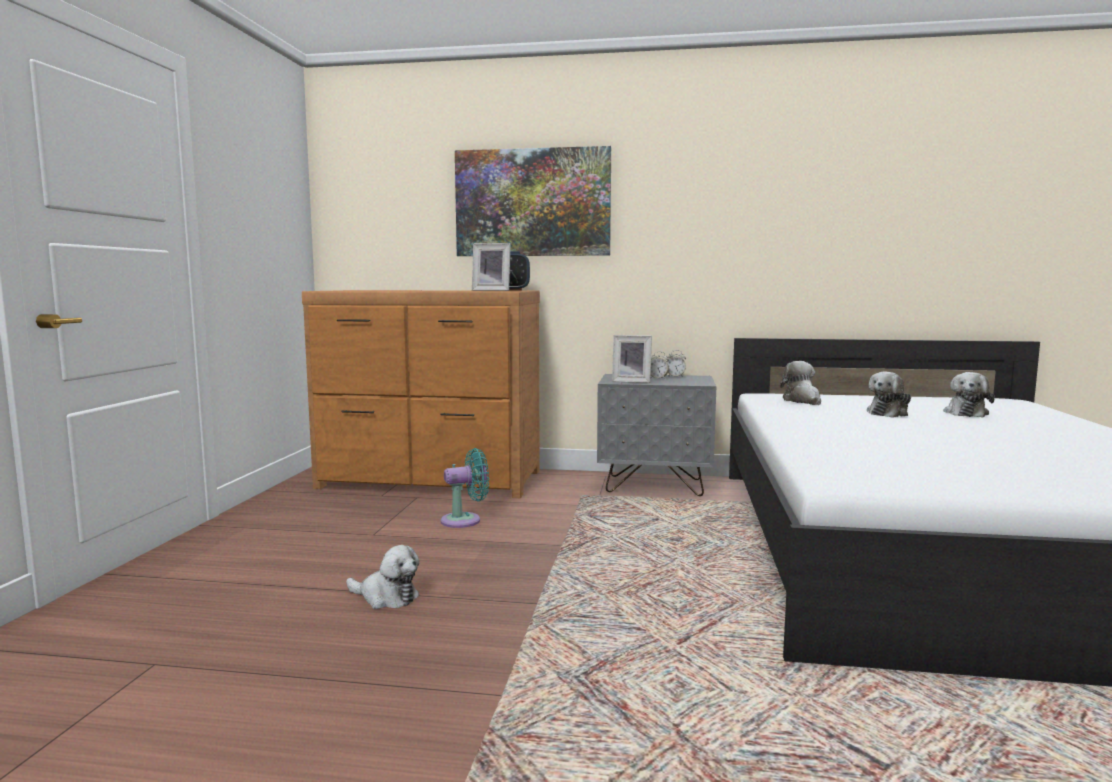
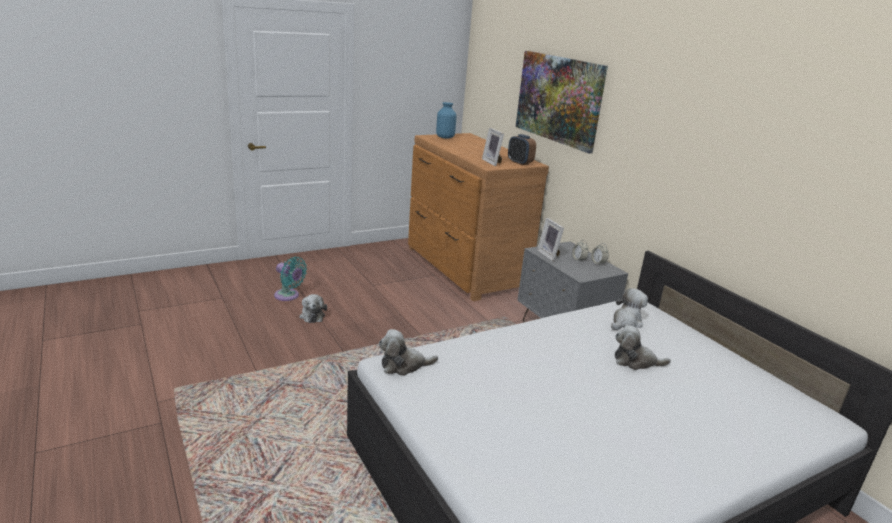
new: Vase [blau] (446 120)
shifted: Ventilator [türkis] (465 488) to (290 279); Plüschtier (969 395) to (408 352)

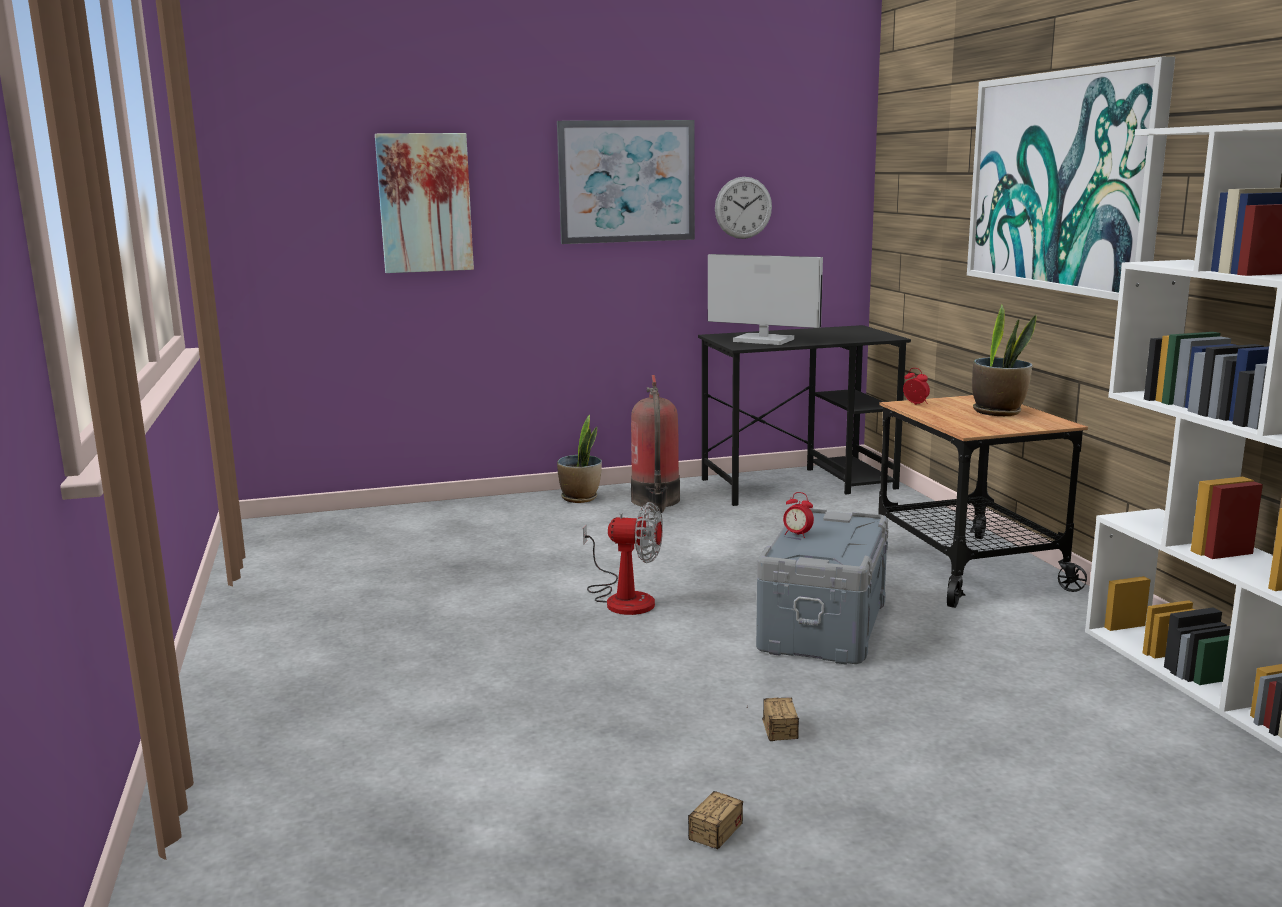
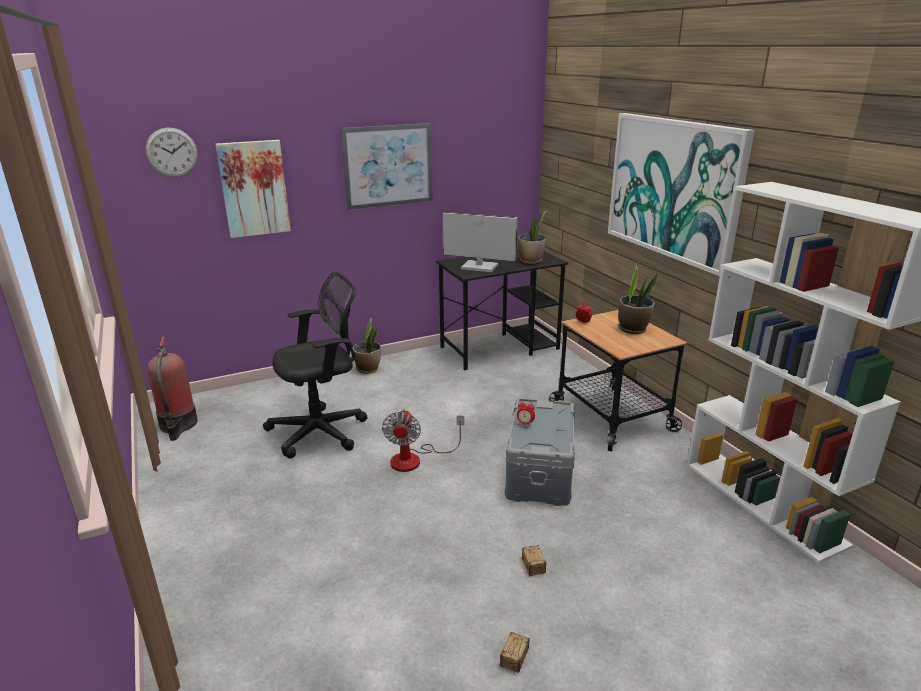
new: Bürostuhl [schwarz] (315 365); Topfpflanze (532 237)
shifted: Wanduhr (743 208) to (171 152); Feuerlöscher (655 444) to (172 389)
rotated: Ventilator (623 558) = (423 440) 90 degrees clockwise

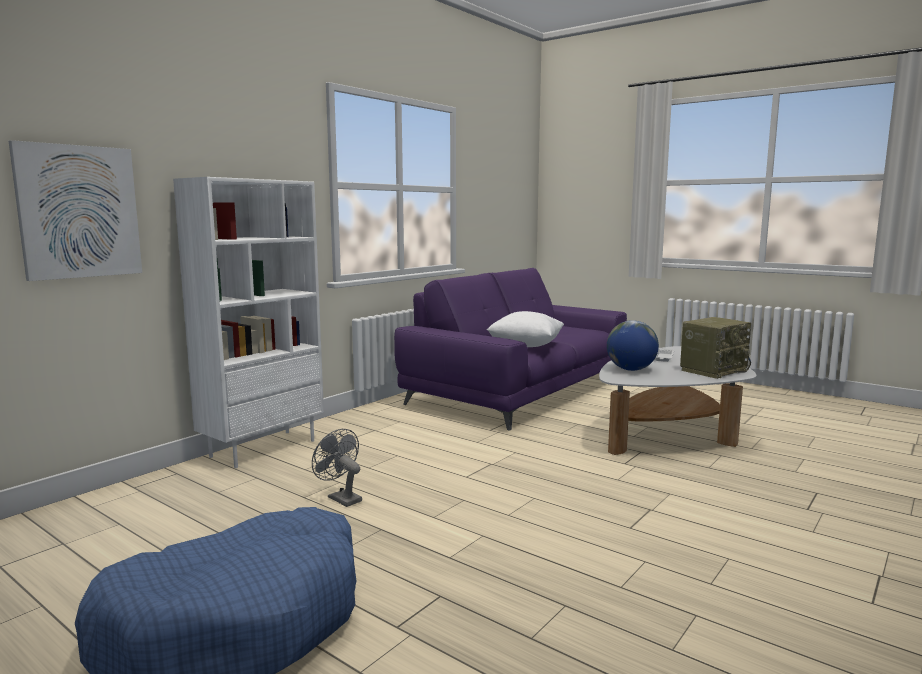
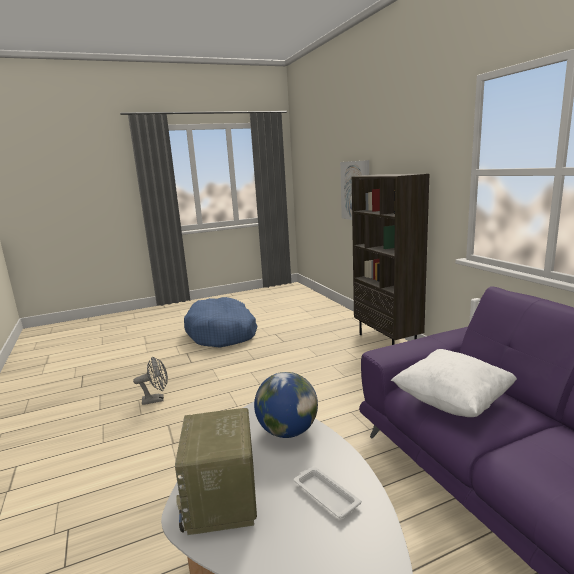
shifted: Ventilator [grau] (337 468) to (150 381)
repainted: Bücherregal [weiß] (248 322) to Bücherregal [braun] (390 259)

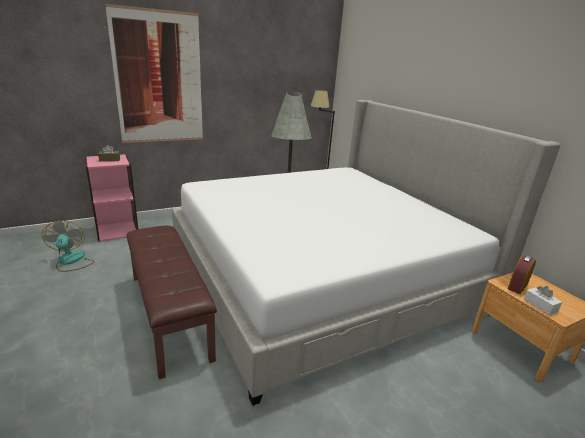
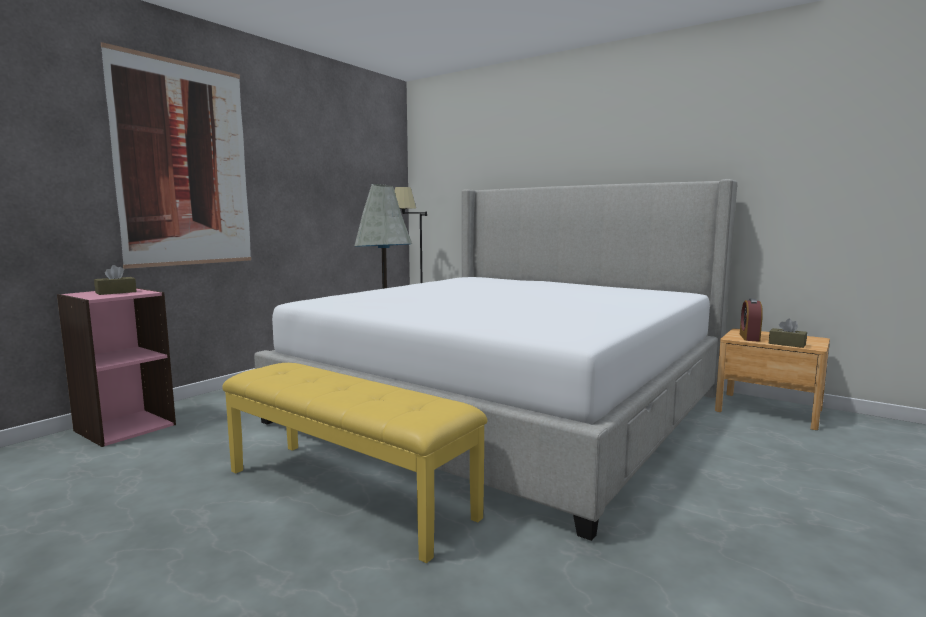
gone: Ventilator (68 246)
repainted: Bank [braun] (172 302) to Bank [gelb] (355 463); Taschentuchbox [weiß] (543 300) to Taschentuchbox [braun] (788 333)

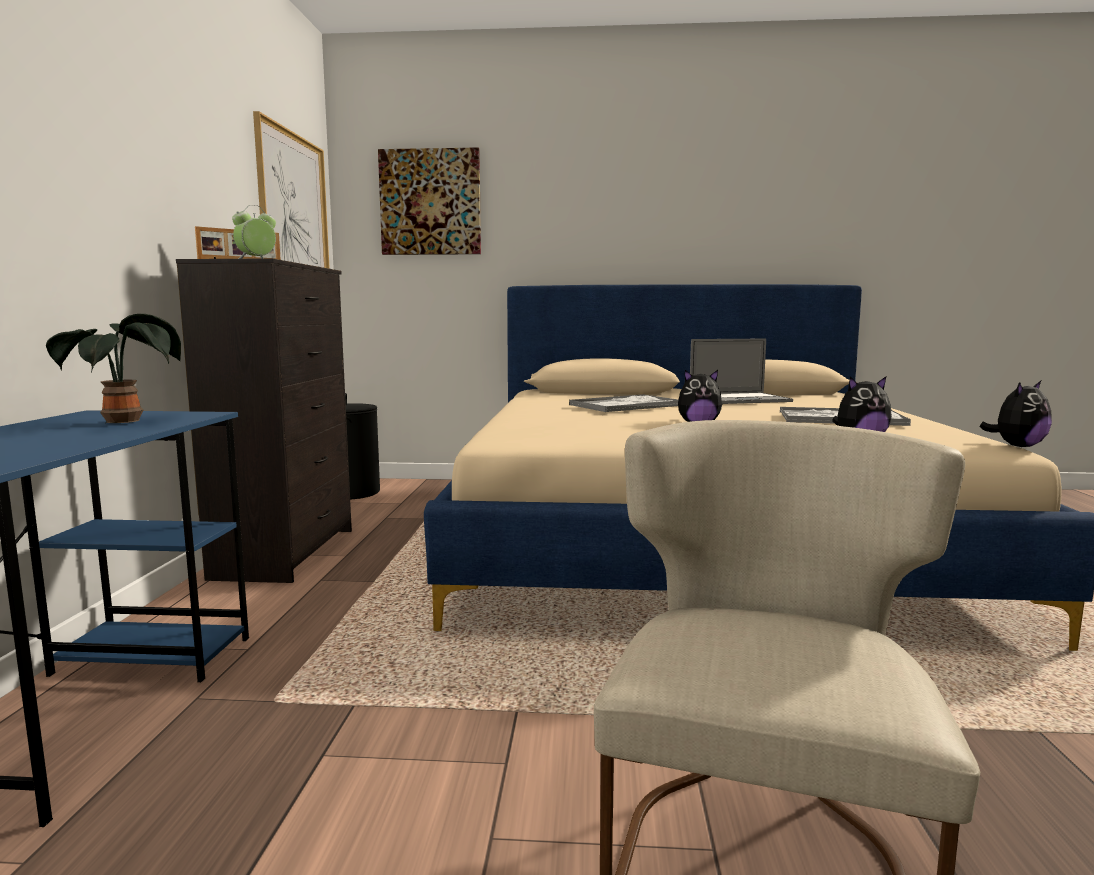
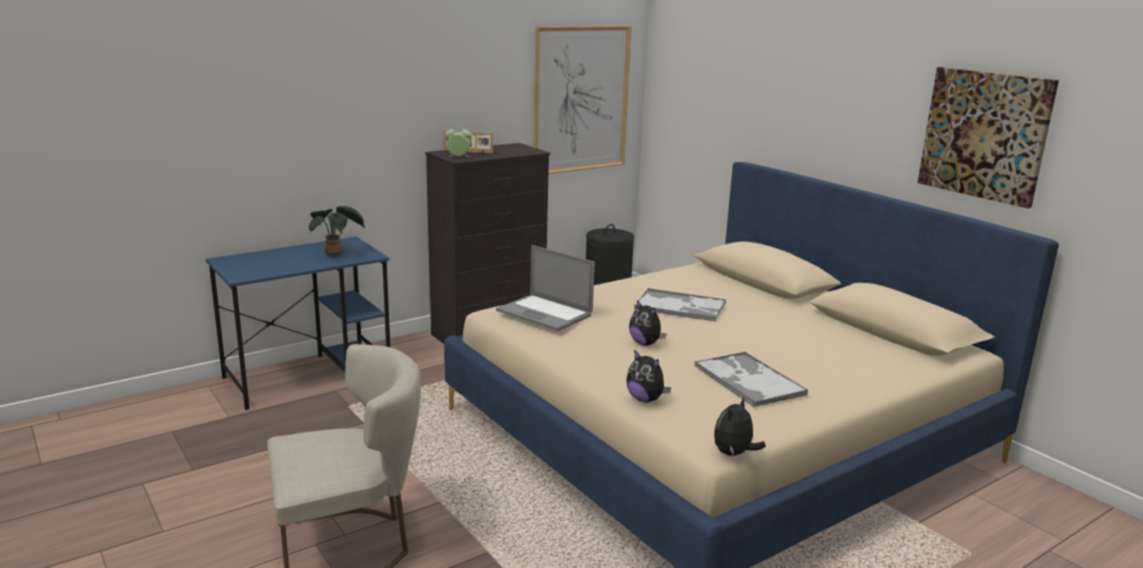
shifted: Laptop (741 371) to (545 288); Bild (429 201) to (988 137)
rotated: Plüschtier (1016 414) = (740 426) 105 degrees clockwise

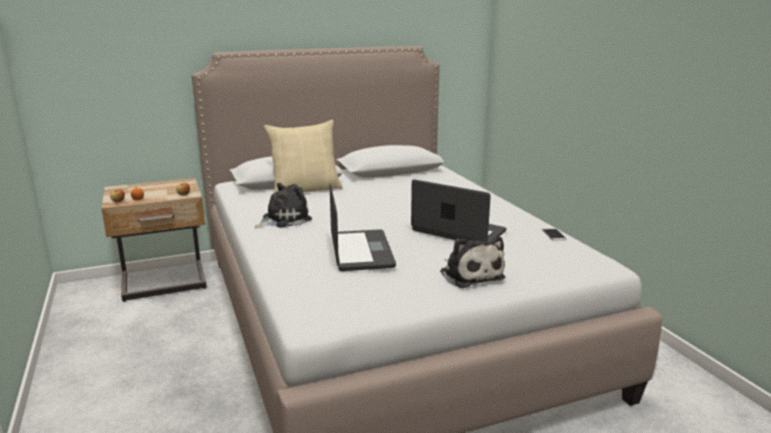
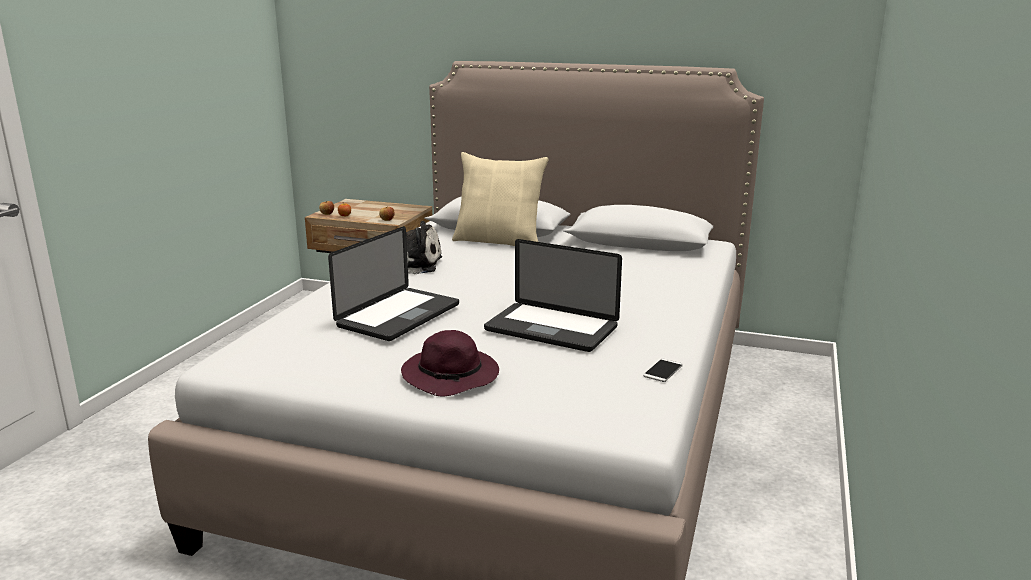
swapped: Plüschtier (472 262) to Hut [lila] (450 363)
rotated: Laptop (458 210) = (553 295) 135 degrees clockwise

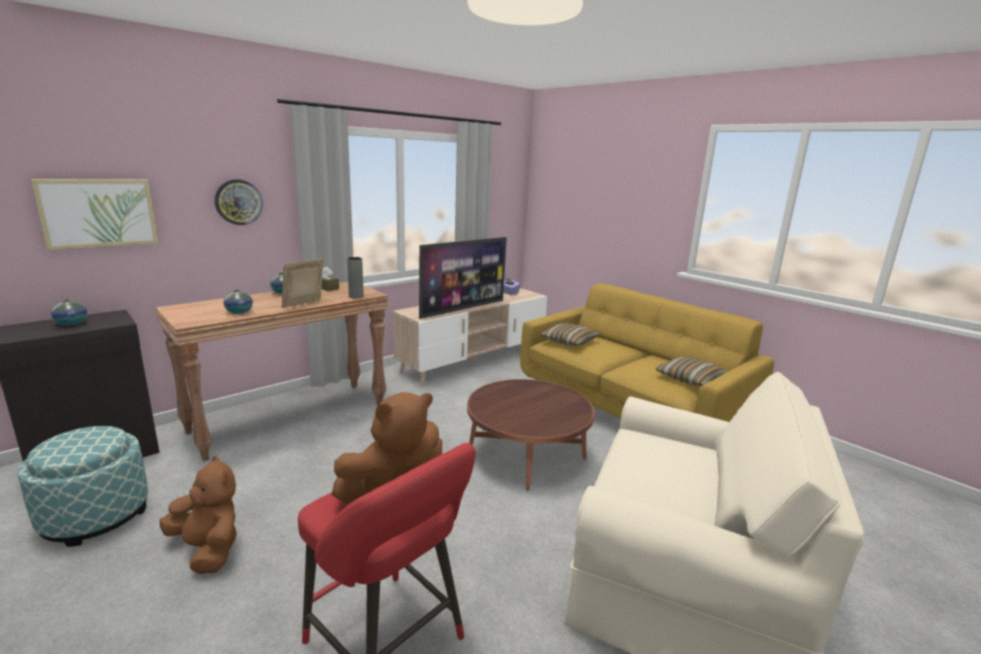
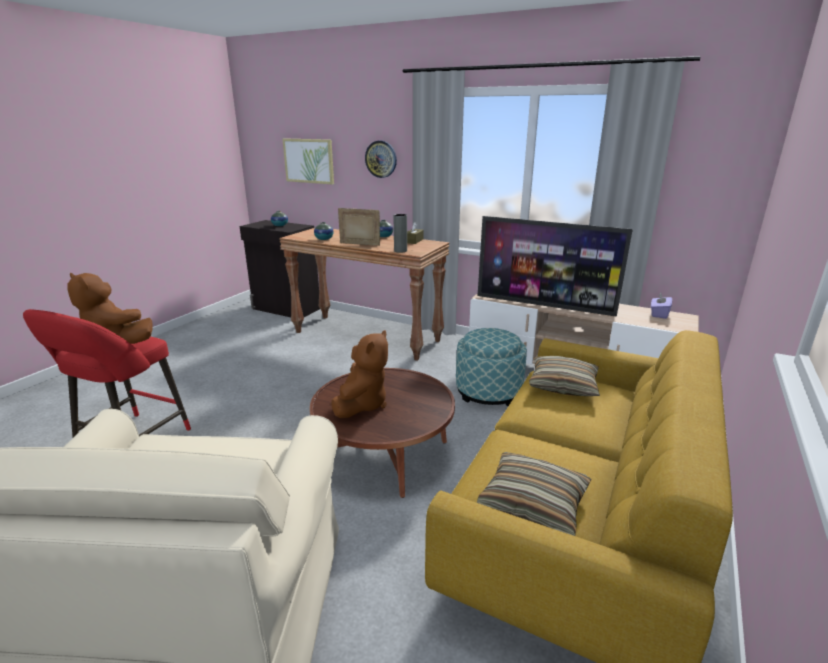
shifted: Plüschtier [braun] (198 515) to (359 374); Polsterhocker (82 486) to (491 367)

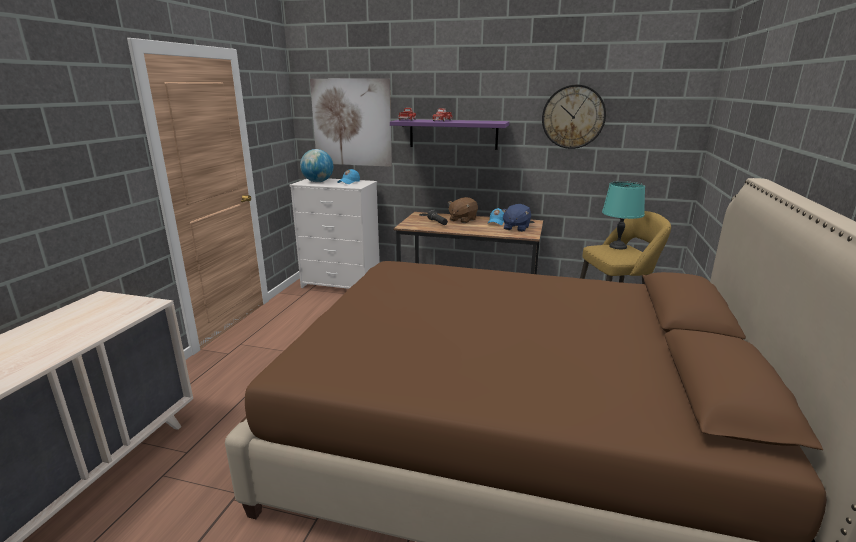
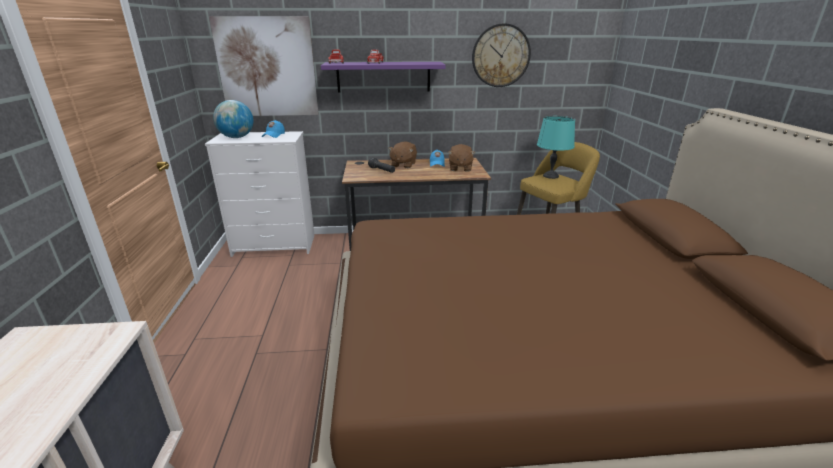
repainted: Plüschtier [blau] (516 218) to Plüschtier [braun] (461 158)

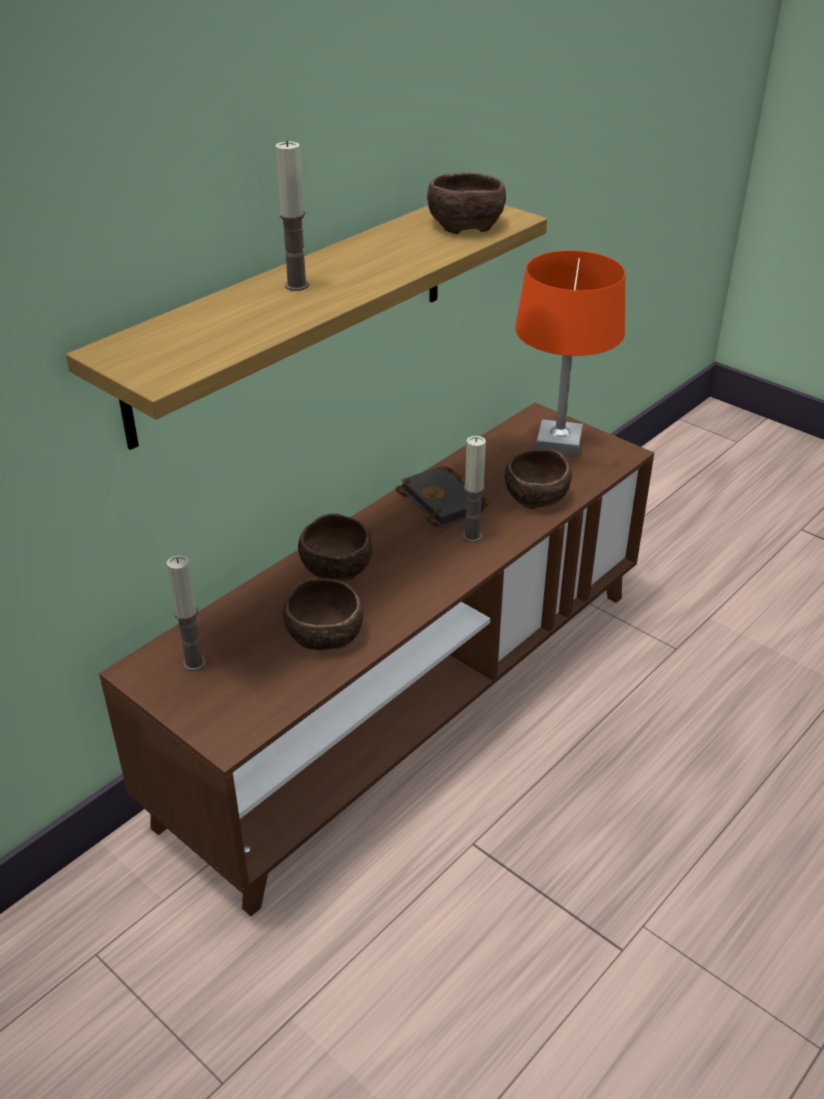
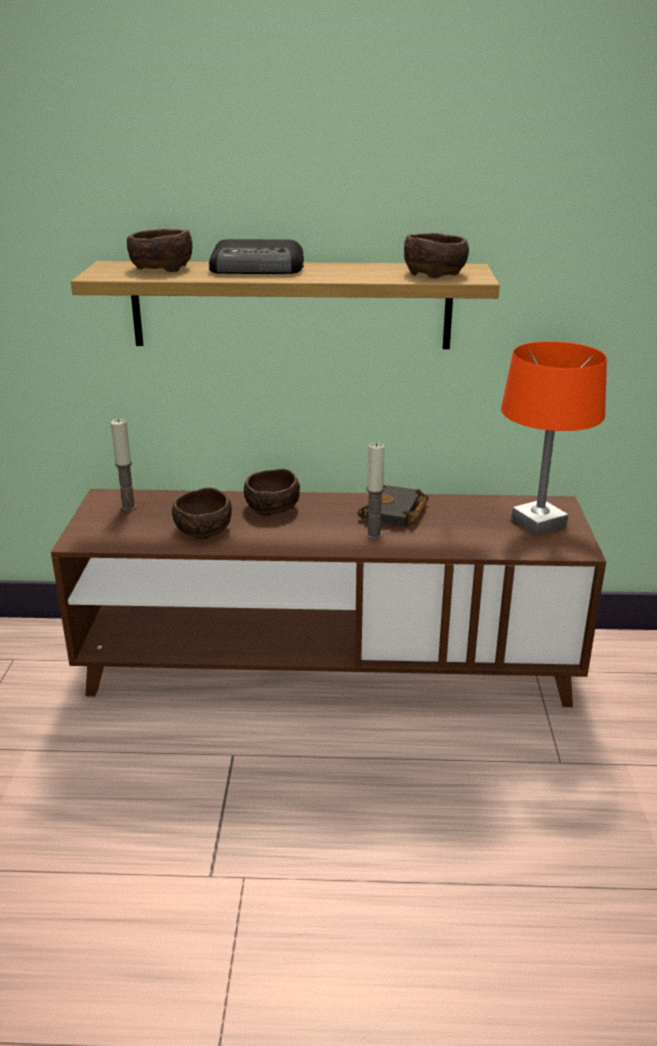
shifted: Schüssel [braun] (538 479) to (159 250)
swapped: Kerze (292 215) to Radio (256 256)

